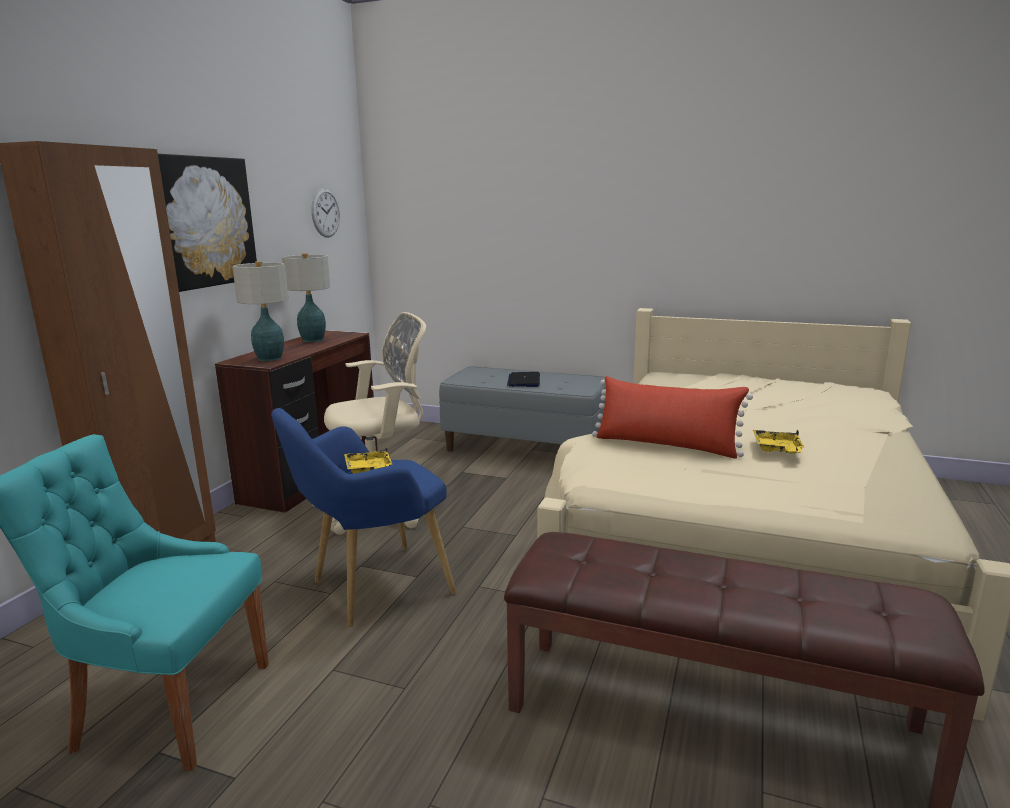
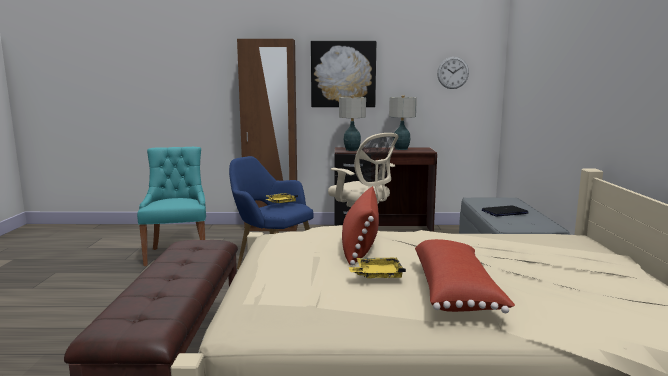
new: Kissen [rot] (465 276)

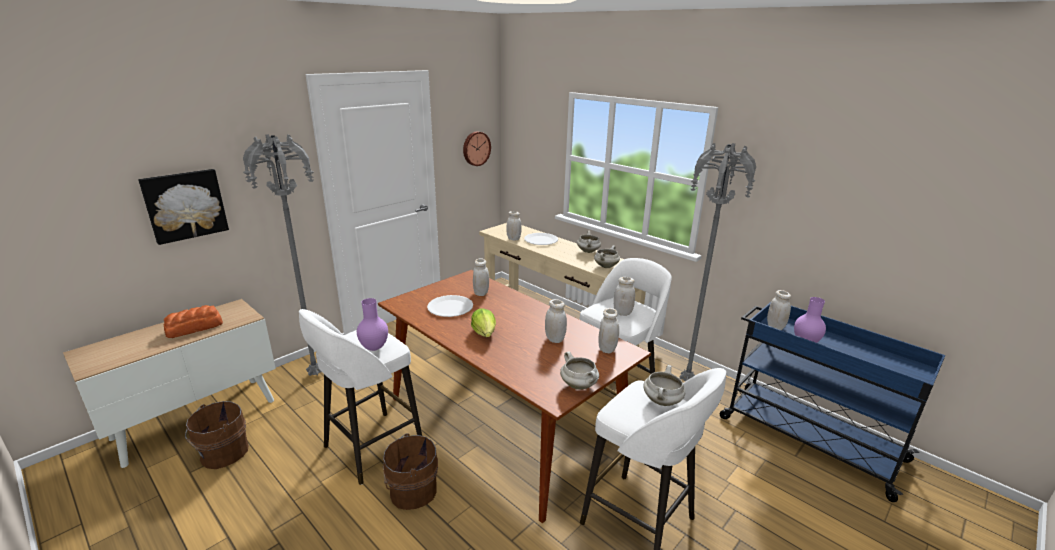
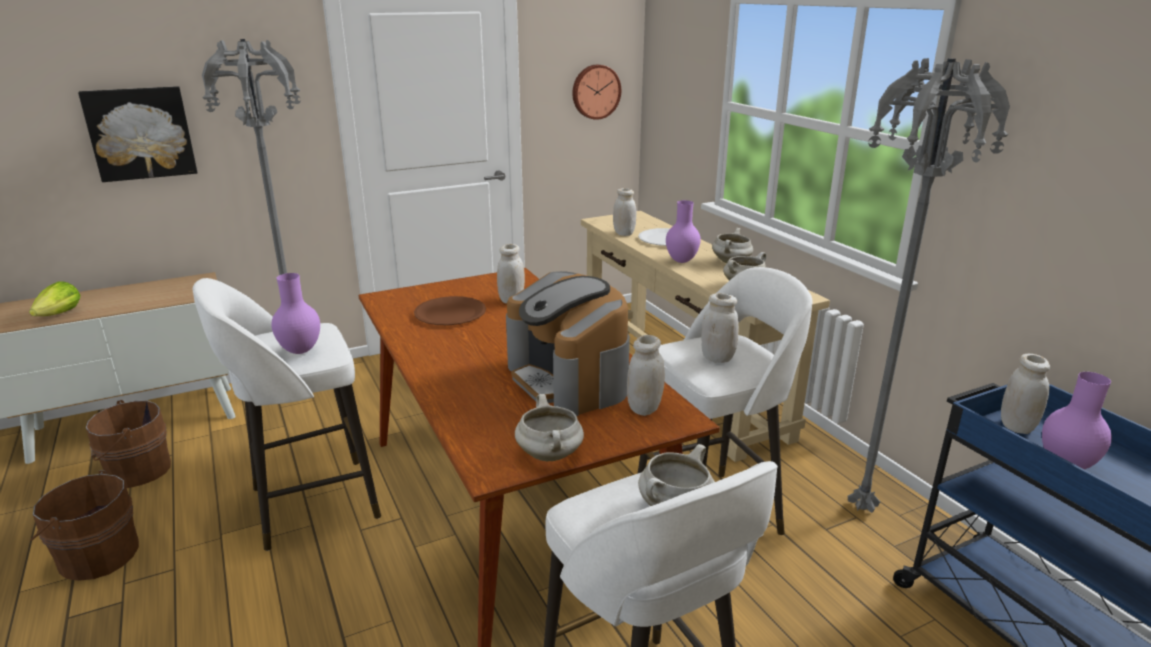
gone: Brot (193 321)
new: Vase [lila] (683 231)
shifted: Salatkopf (483 322) to (54 298); Eimer [braun] (410 471) to (84 525)
swapped: Vorratsglas [weiß] (556 321) to Kaffeemaschine (568 343)
repainted: Teller [weiß] (450 306) to Teller [braun] (450 310)

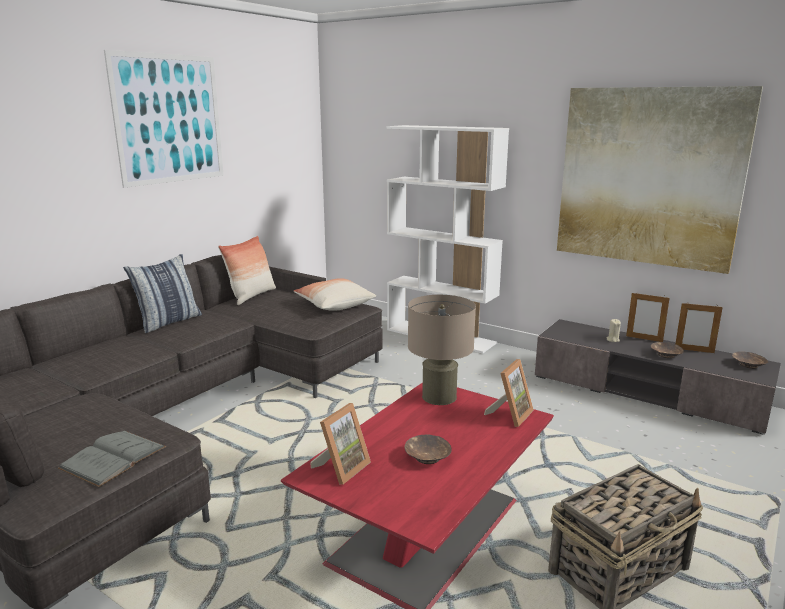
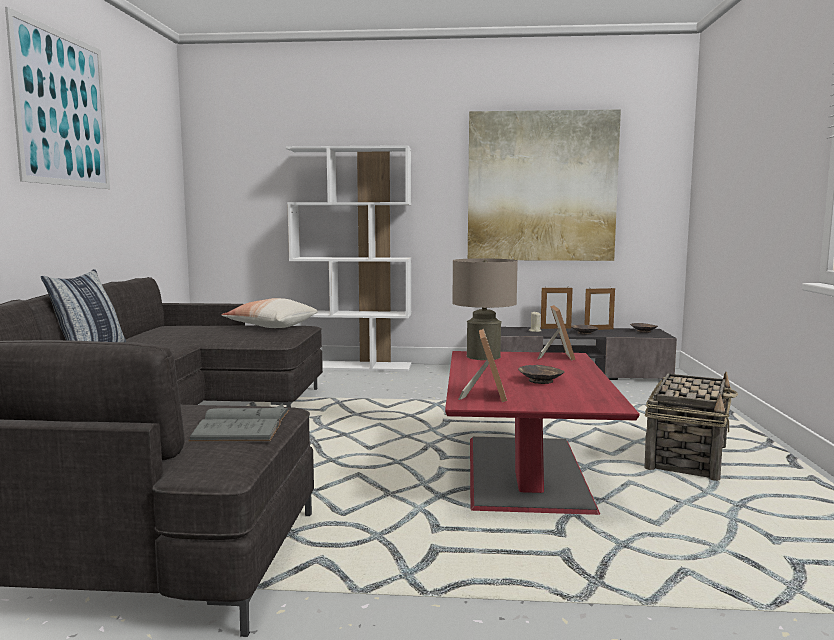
gone: Kissen (247 270)

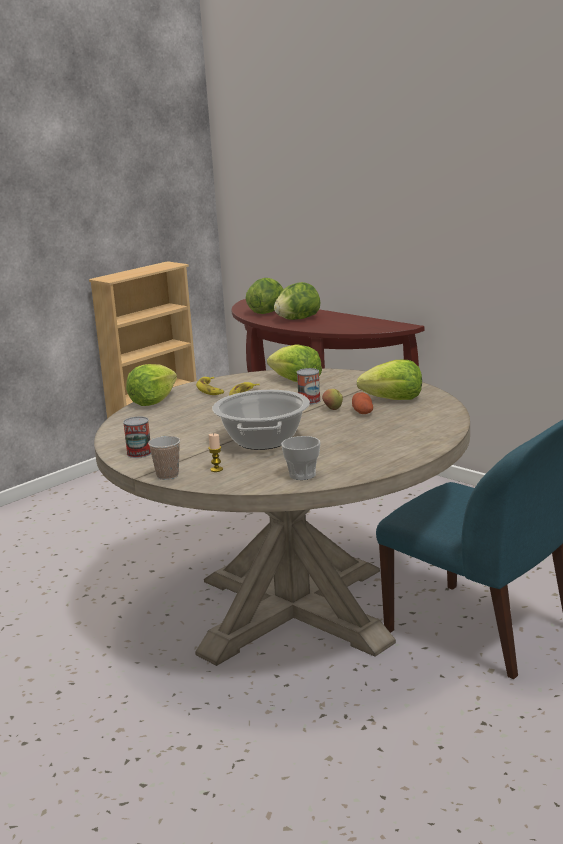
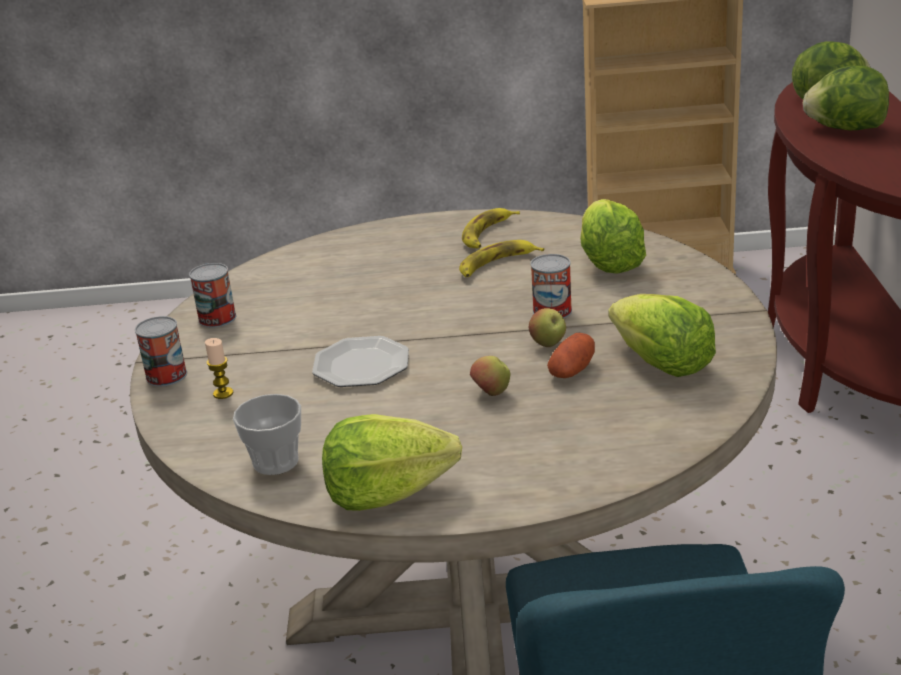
new: Apfel (490 376)
shifted: Salatkopf (151 385) to (392 462)
swapped: Tasse (164 458) to Dose (161 351); Kochtopf (261 420) to Teller (360 361)

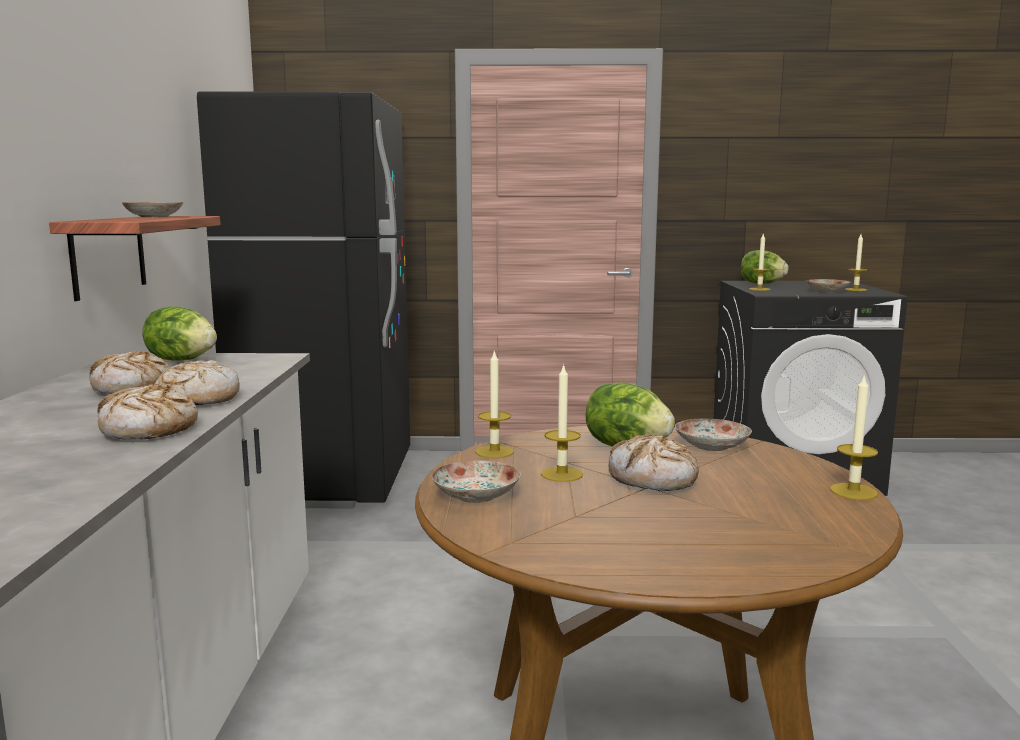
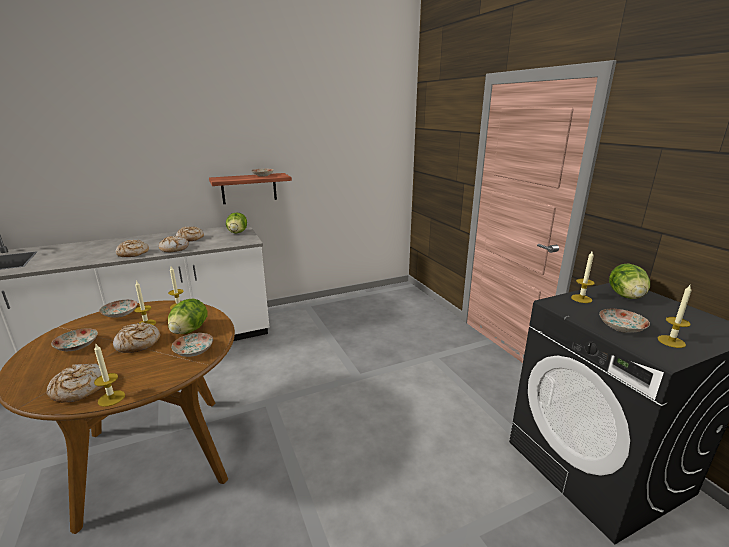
gone: Kühlschrank [schwarz] (303 299)
new: Brot (75 383); Teller (74 339)

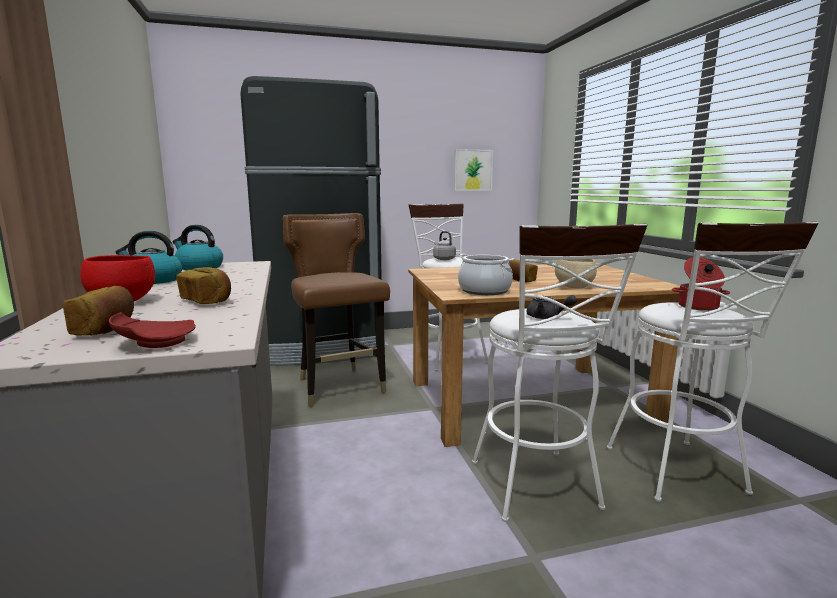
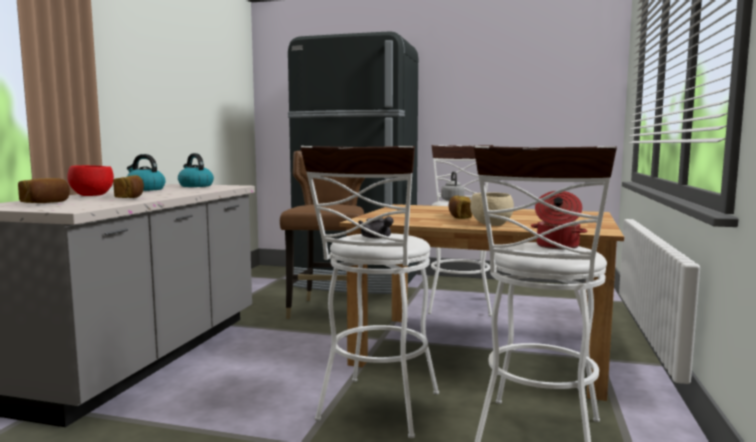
gone: Teller [rot] (152 330); Bild (473 170); Kochtopf (486 274)

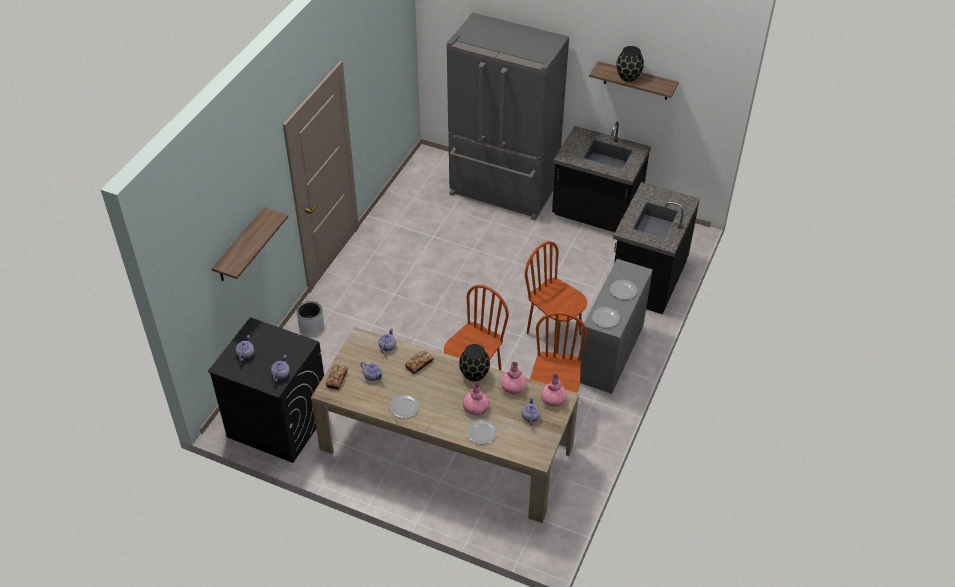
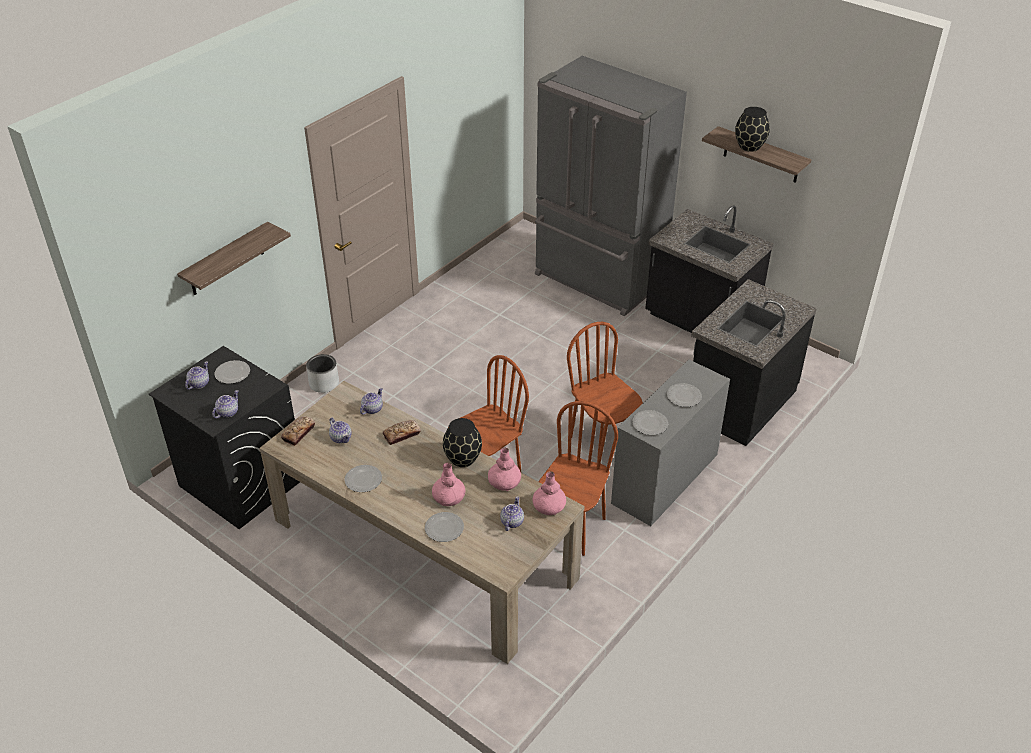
new: Teller (232 372)

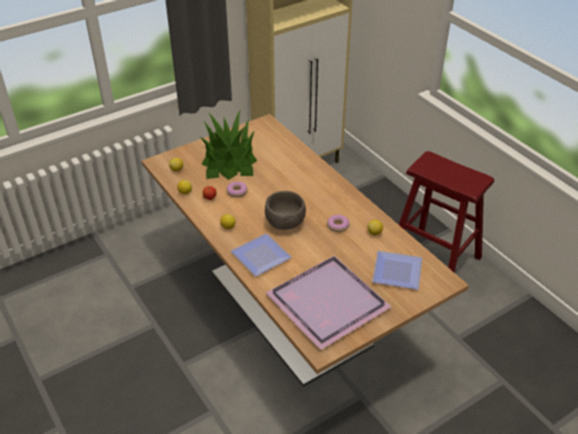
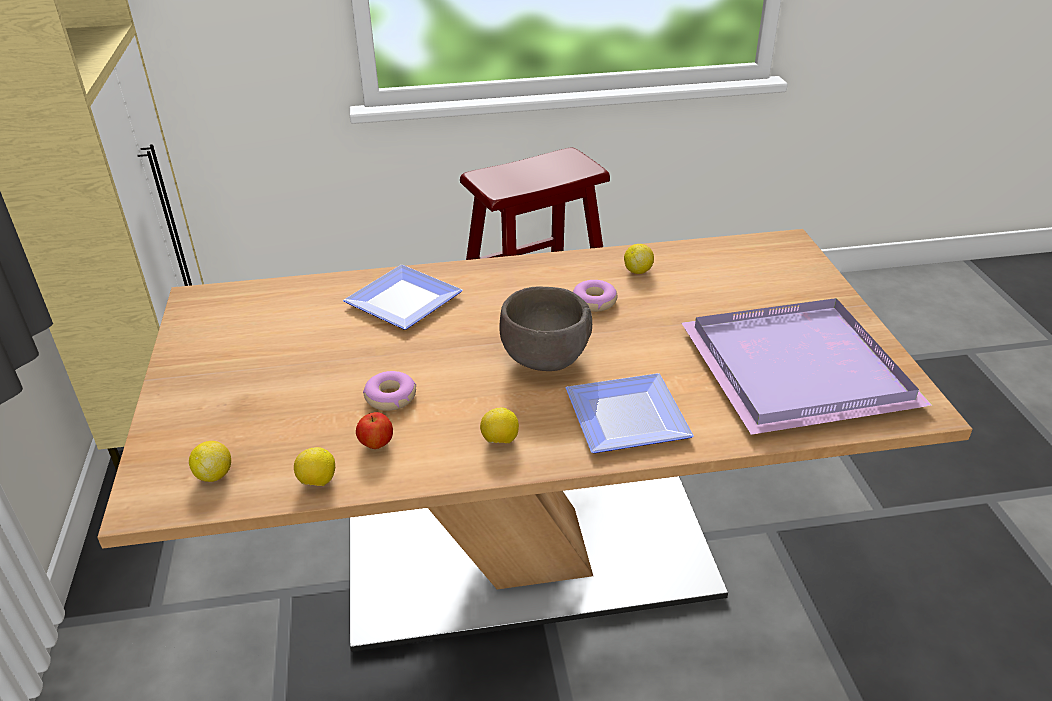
gone: Topfpflanze (228 144)
shifted: Teller (397 270) to (403 297)

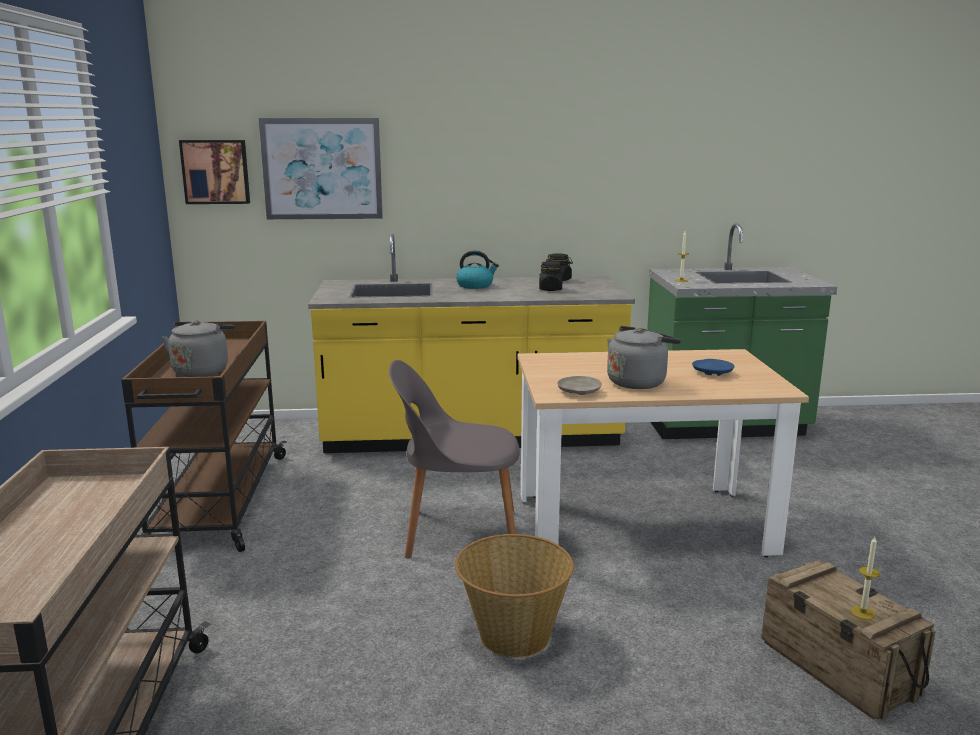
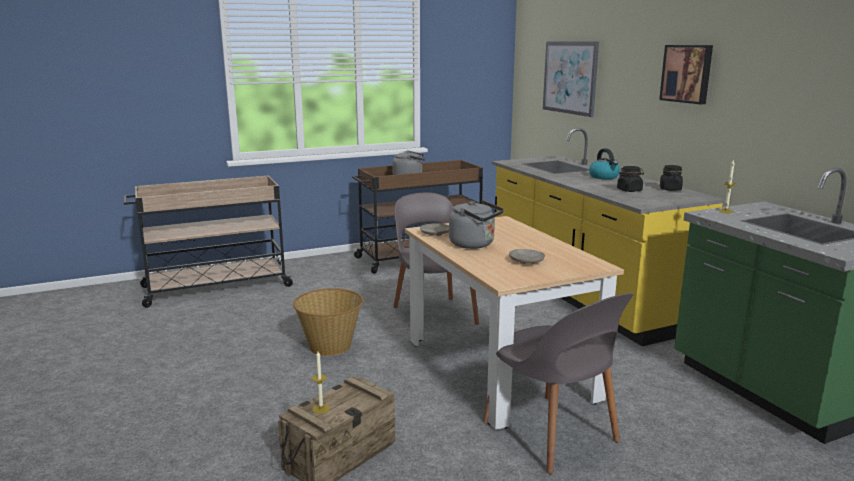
new: Stuhl [grau] (558 383)
shifted: Bild (214 172) to (686 74)
repainted: Teller [blau] (713 367) to Teller [beige] (527 256)

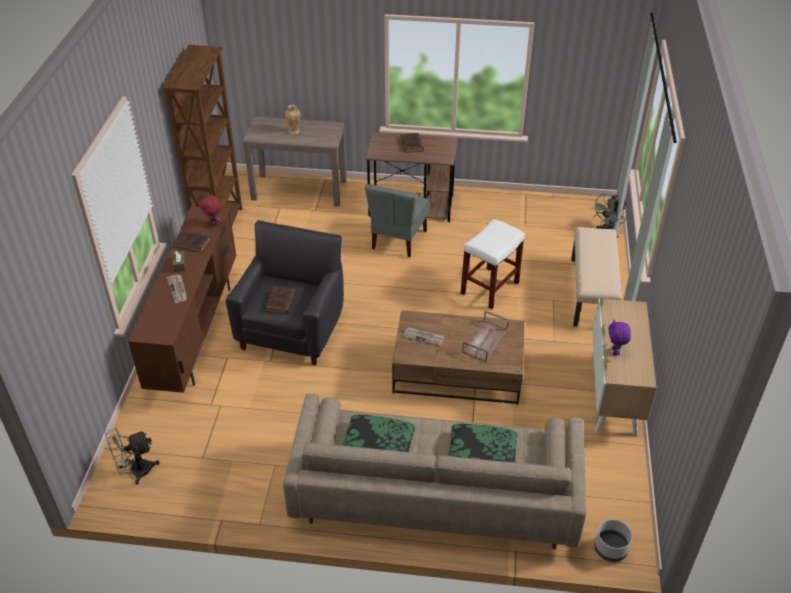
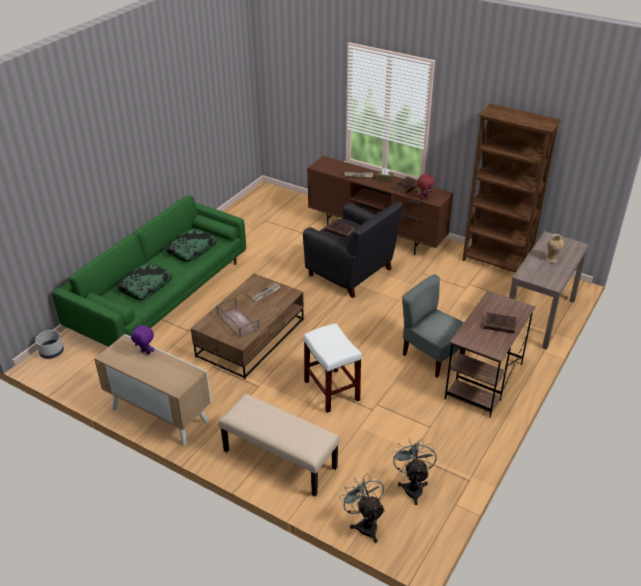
shifted: Ventilator [grau] (132 456) to (414 471)
repainted: Sofa [beige] (434 471) to Sofa [grün] (149 271)

